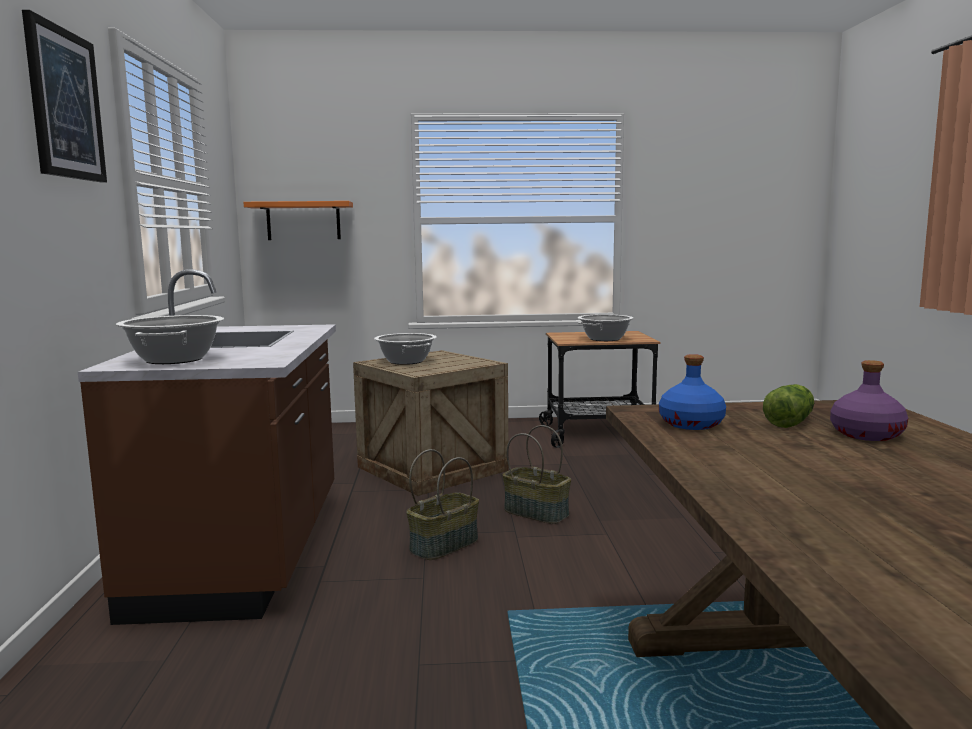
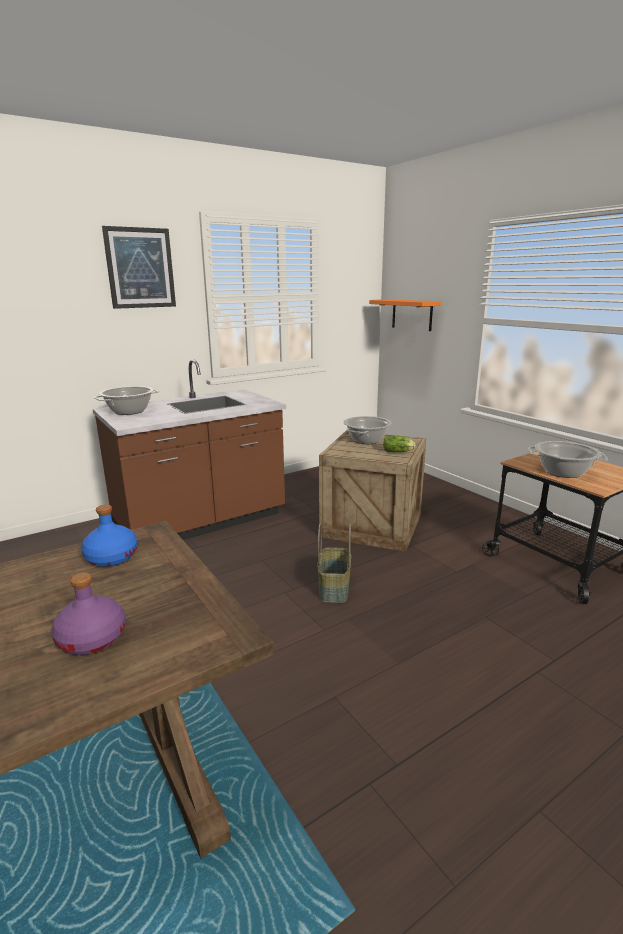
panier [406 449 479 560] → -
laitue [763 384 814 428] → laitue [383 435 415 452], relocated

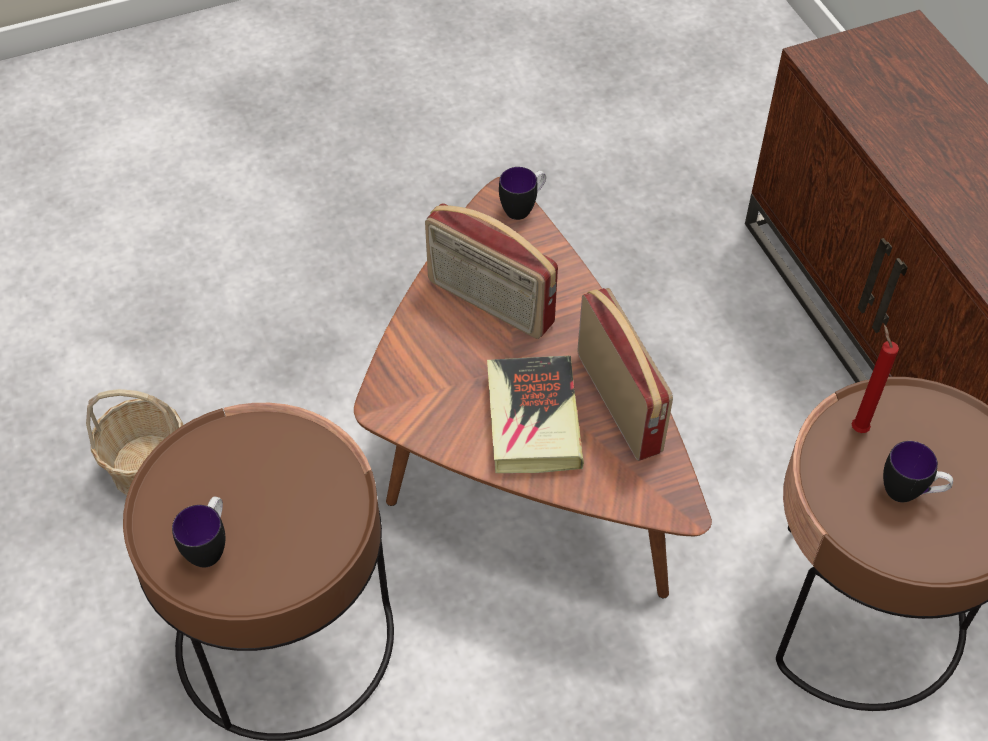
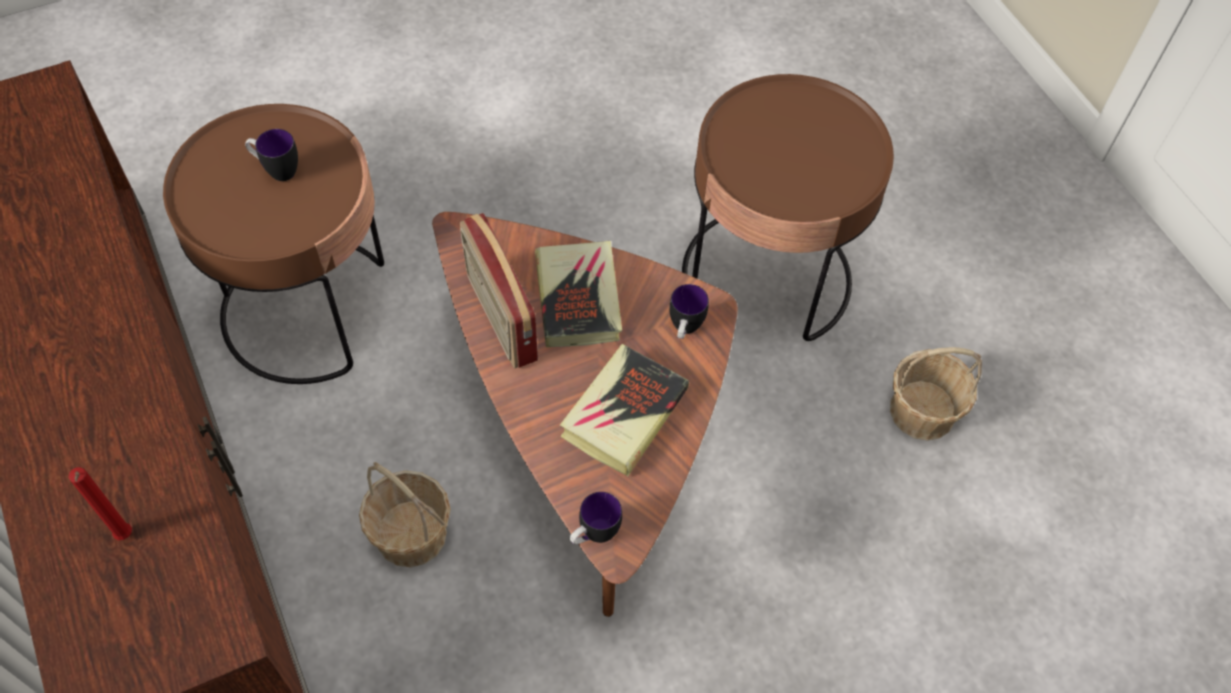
- → panier [359 462 451 567]
mug [172 497 225 568] → mug [669 284 709 339], relocated
bougie [rouge] [852 325 899 433] → bougie [rouge] [69 467 132 540], relocated
radio [425 203 558 339] → livre [560 344 689 477]

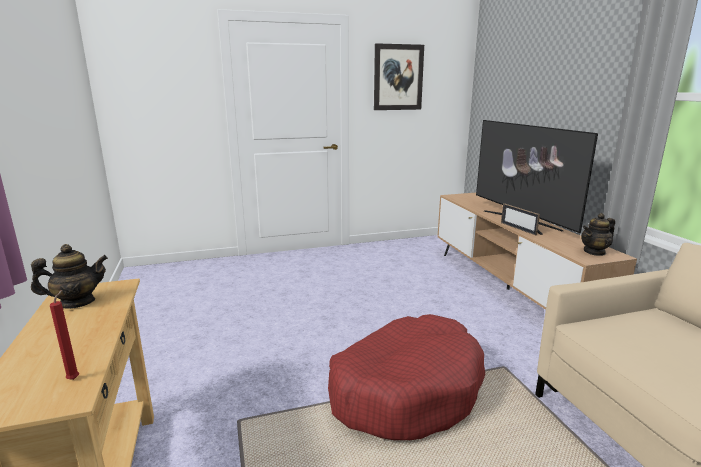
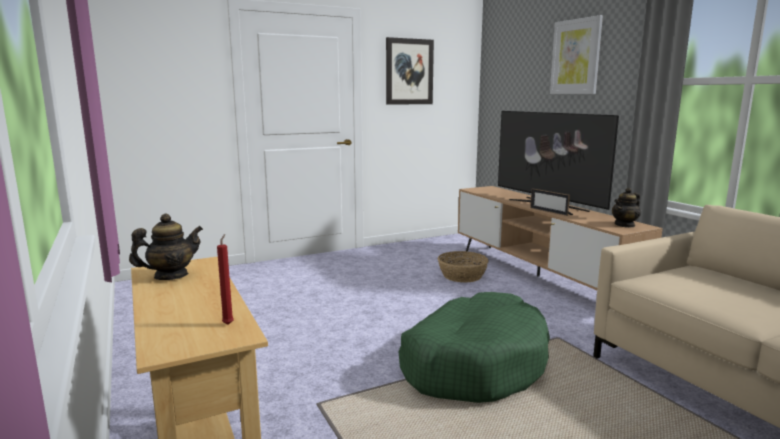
- → panier [438 251 489 282]
- → tableau [550 15 603 94]
panier pour chien [rouge] [328 314 485 440] → panier pour chien [vert] [398 292 550 403]

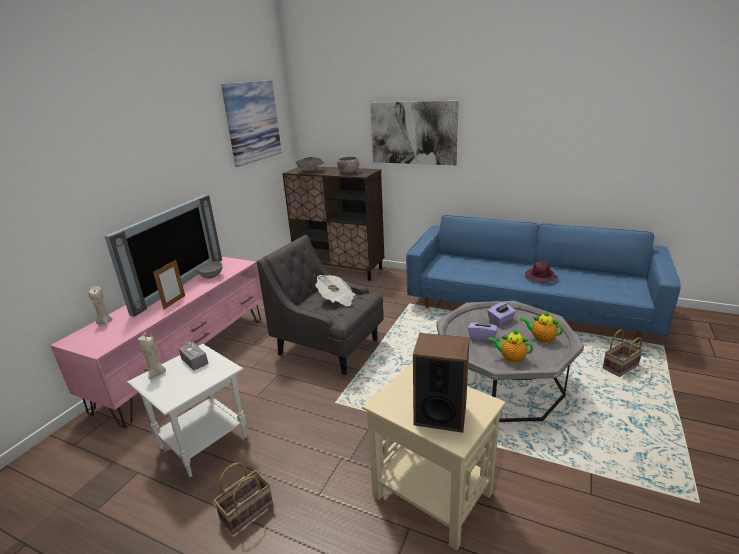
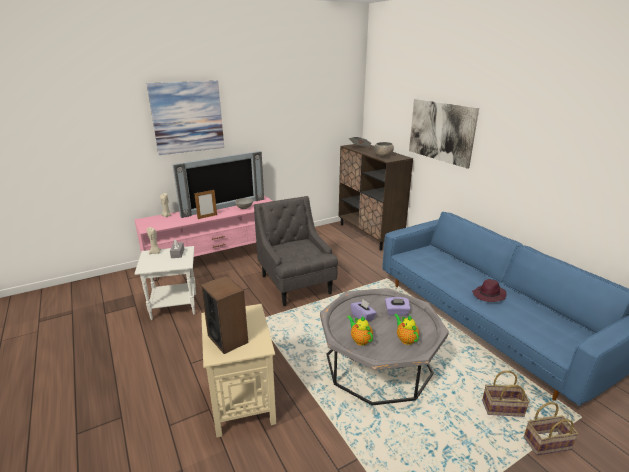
journal [315 275 355 306] → -
panier [214 463 273 535] → panier [524 402 578 455], relocated
tableau [221 80 282 167] → tableau [147 81 224 155], relocated

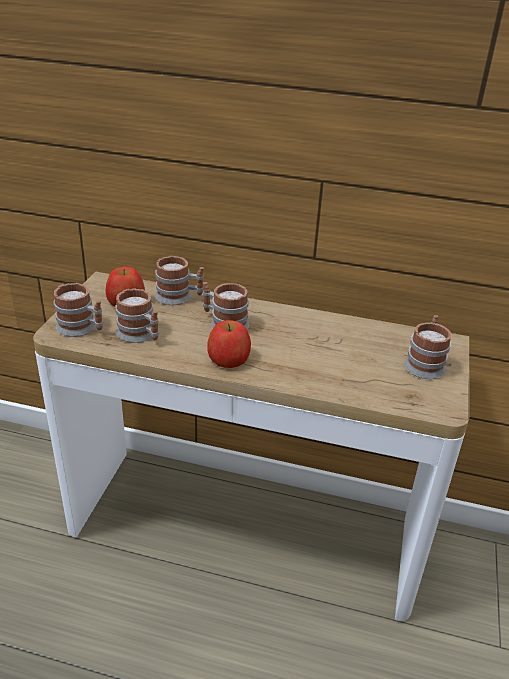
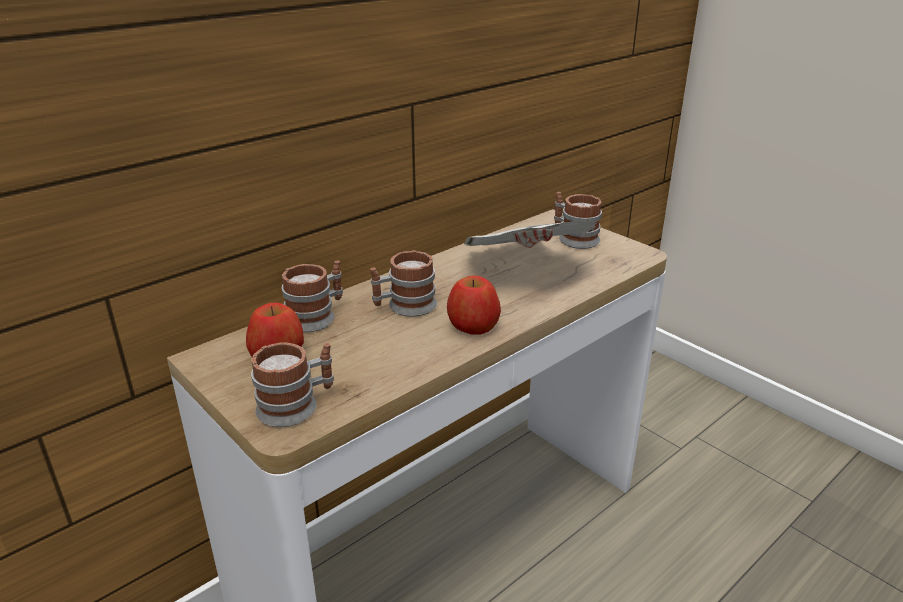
mug [115 289 159 343] → -
- → journal [464 221 597 248]

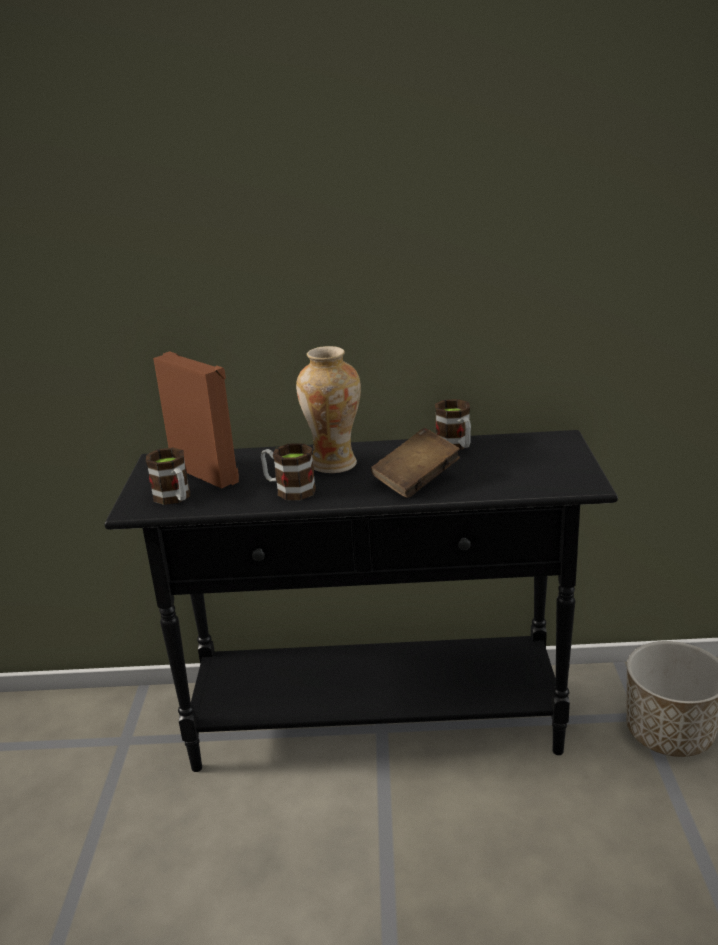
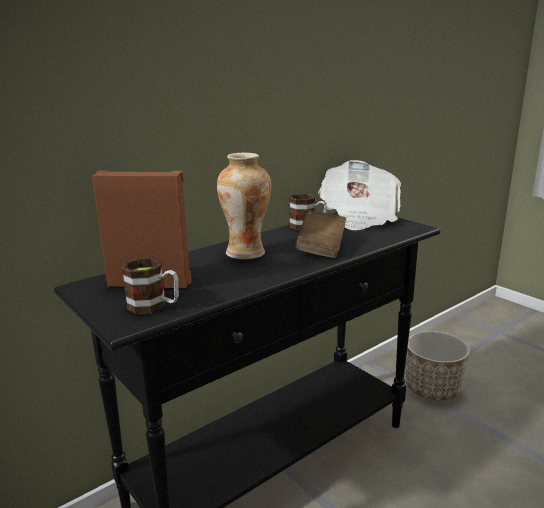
mug [261 443 316 500] → -
- → journal [318 160 401 230]

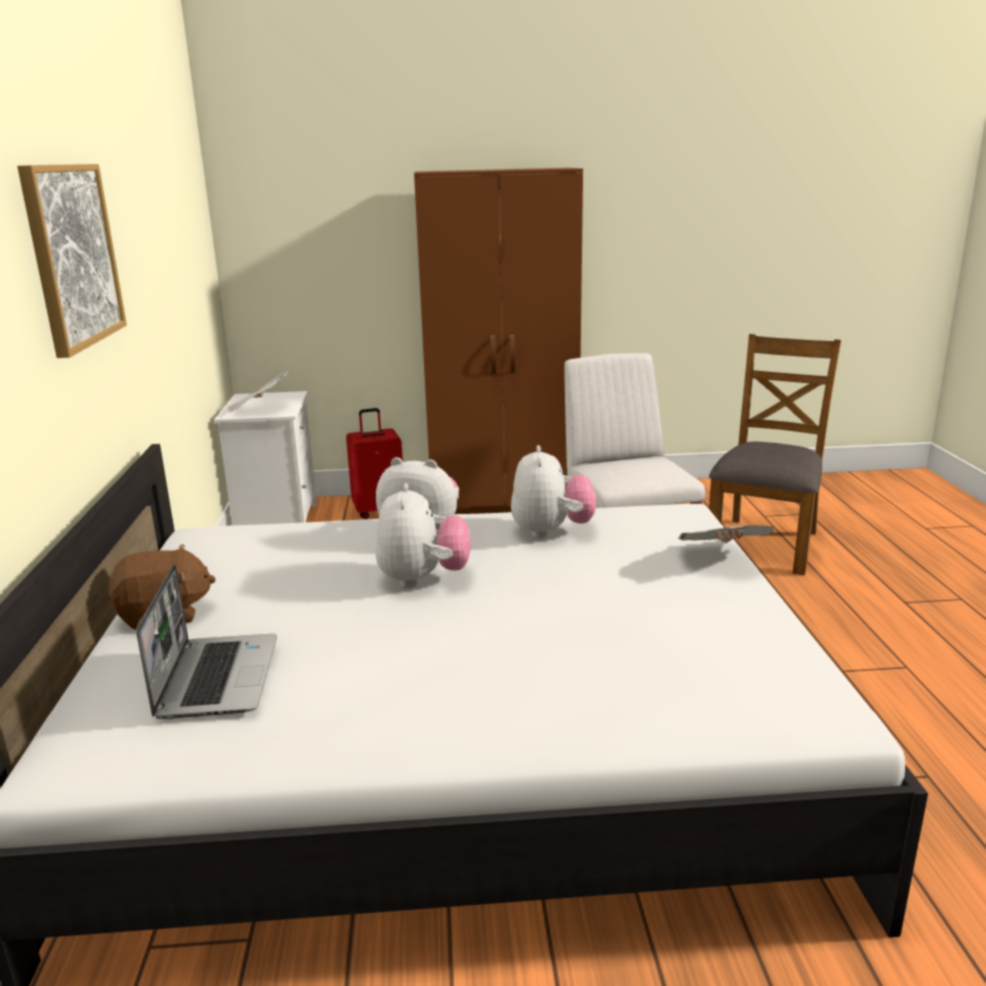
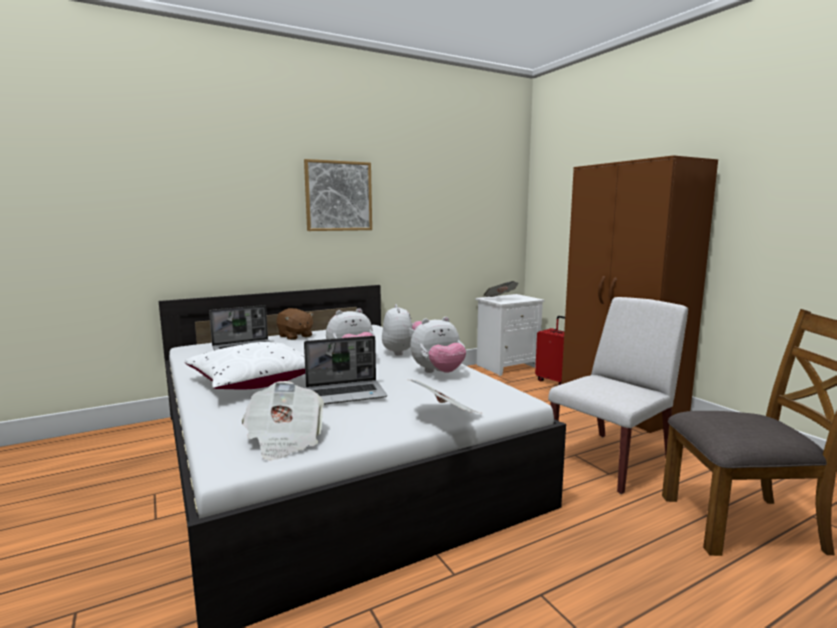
- → coussin [blanc] [185 342 305 389]
- → journal [241 381 324 461]
- → ordinateur portable [304 336 387 405]

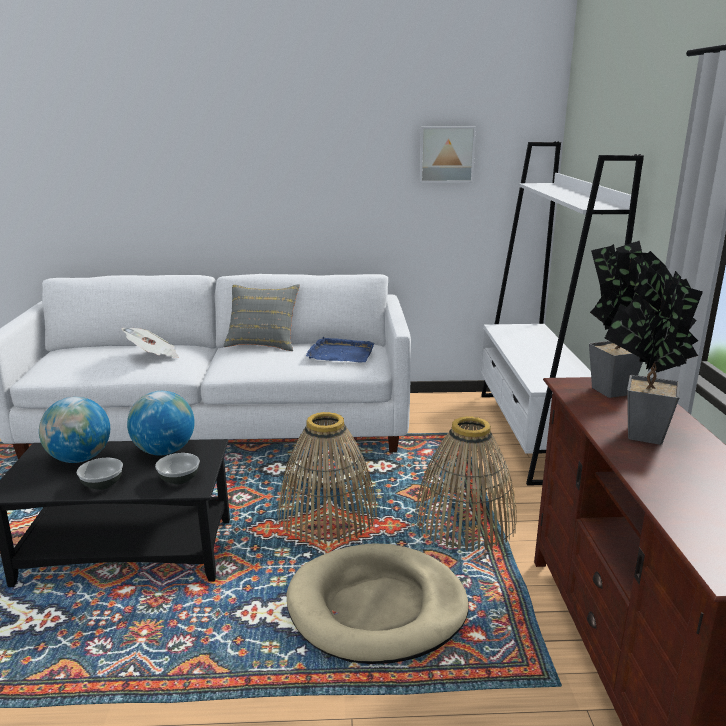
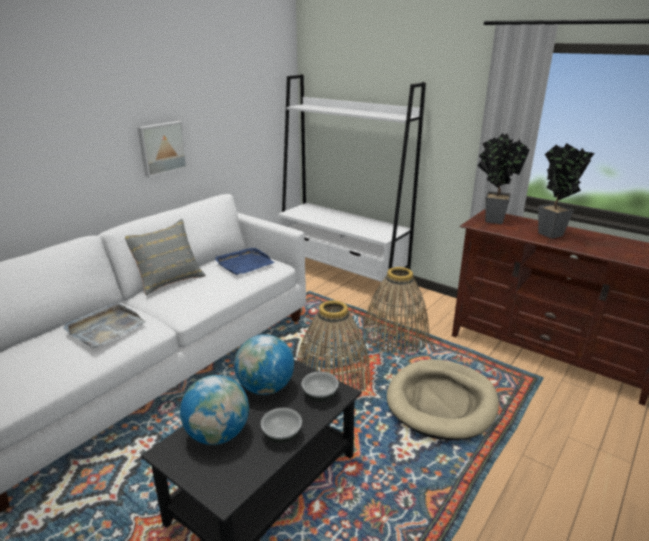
tableau [419 126 476 183] → tableau [137 121 188 177], relocated
journal [122 328 179 358] → plateau [gris] [64 304 146 348]

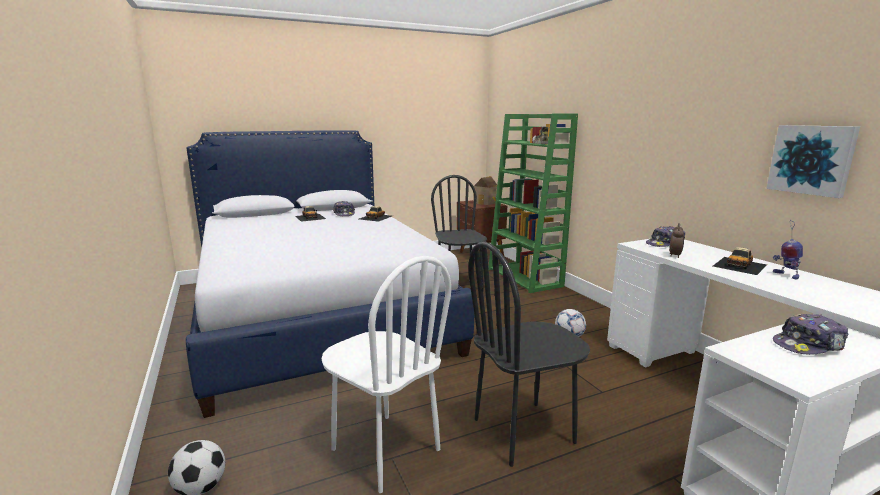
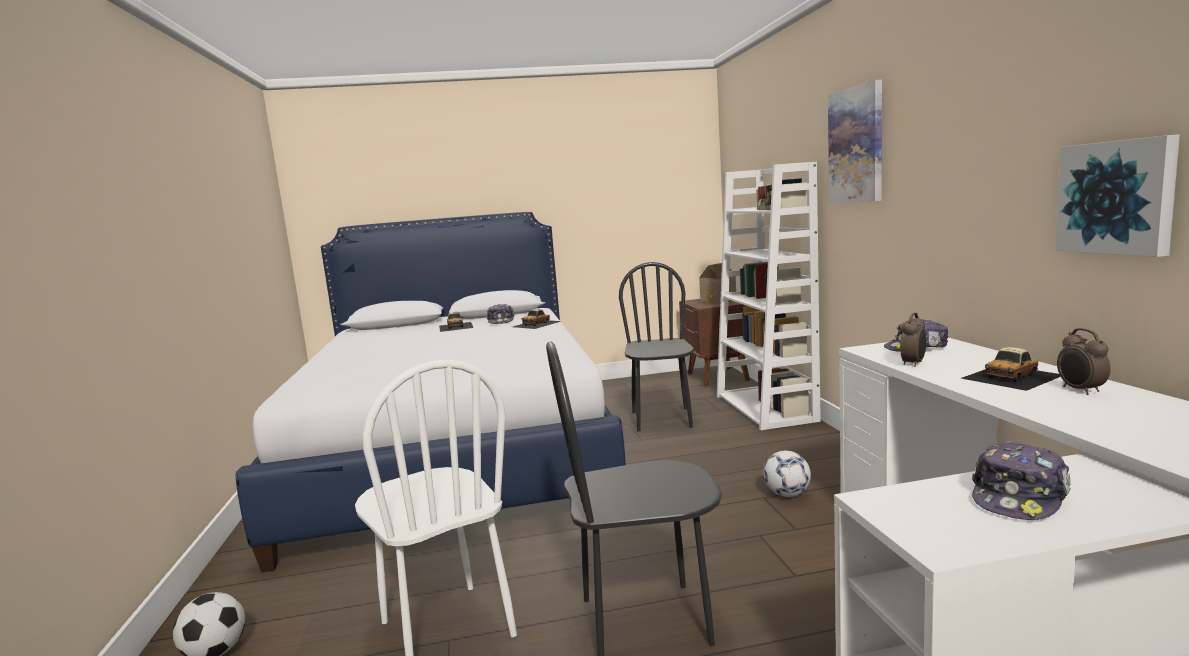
- → tableau [828 80 882 202]
robot jouet [773 220 803 279] → réveil [1057 328 1111 395]
bibliothèque [vert] [488 114 578 293] → bibliothèque [blanc] [717 162 821 430]
casquette [773 314 849 355] → casquette [972 441 1071 520], 45 degrees counterclockwise

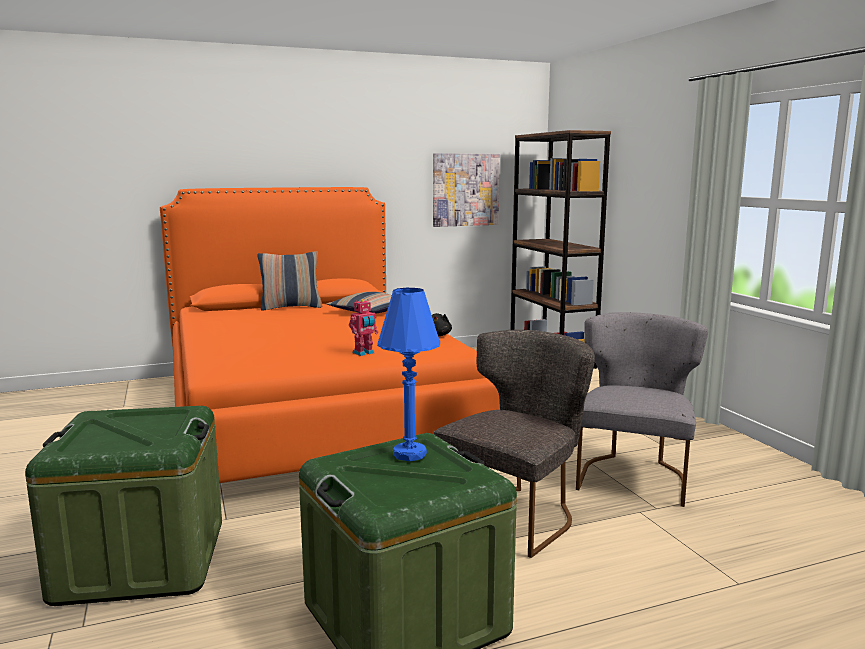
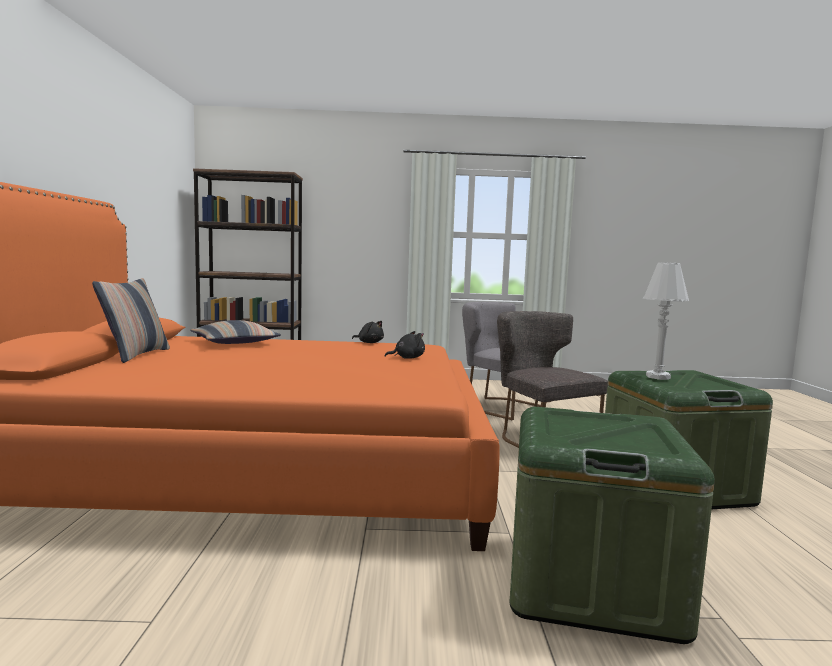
tableau [433 153 500 227] → -
robot jouet [349 299 378 356] → peluche [noir] [385 331 425 359]
lampe de table [bleu] [377 288 440 461] → lampe de table [blanc] [643 262 689 380]

